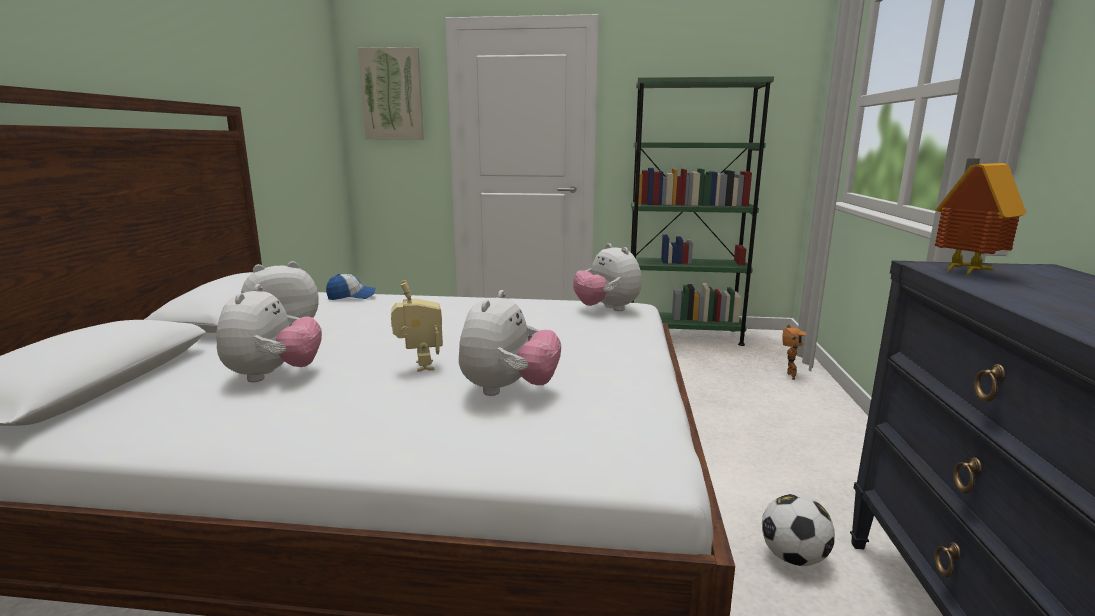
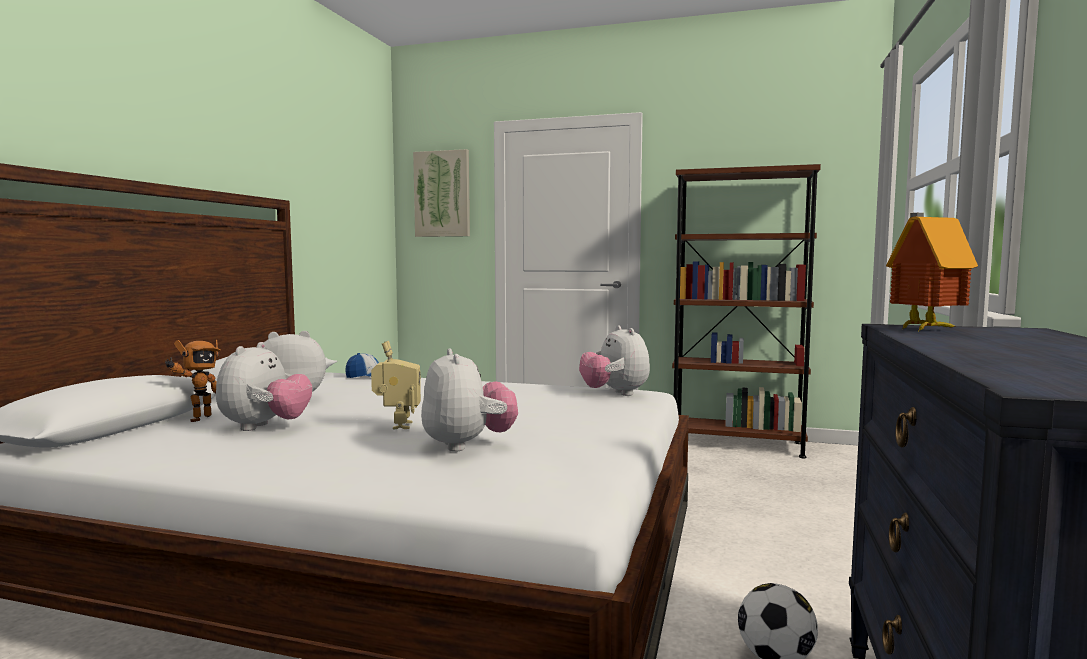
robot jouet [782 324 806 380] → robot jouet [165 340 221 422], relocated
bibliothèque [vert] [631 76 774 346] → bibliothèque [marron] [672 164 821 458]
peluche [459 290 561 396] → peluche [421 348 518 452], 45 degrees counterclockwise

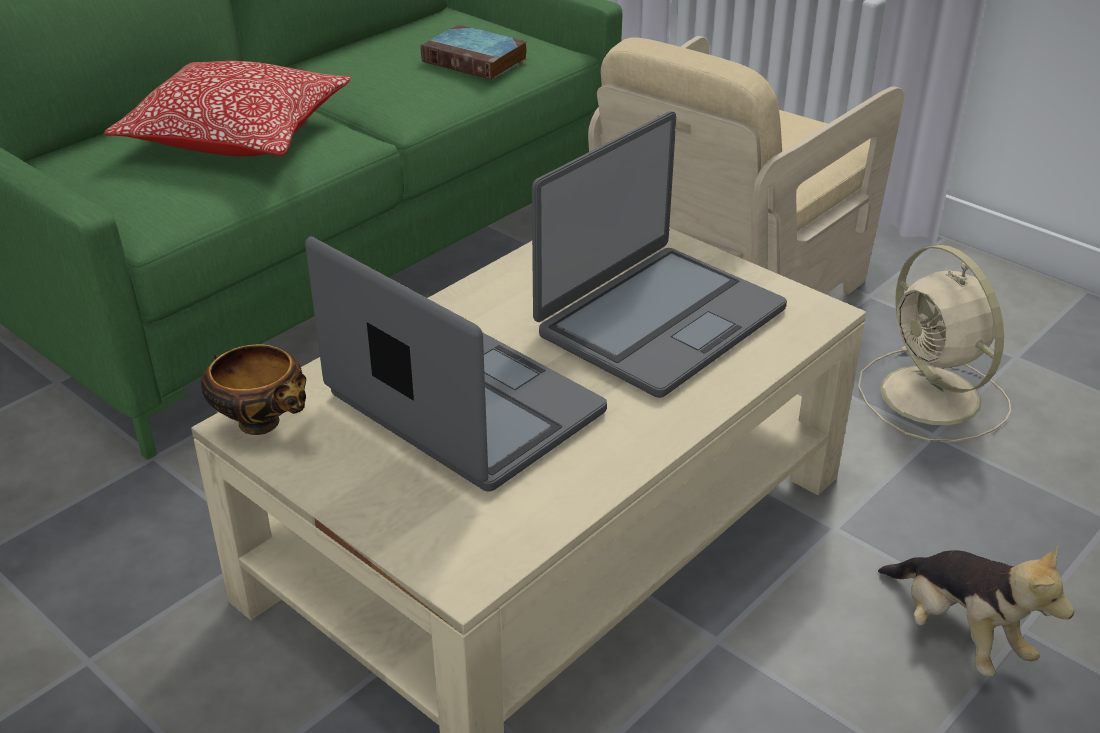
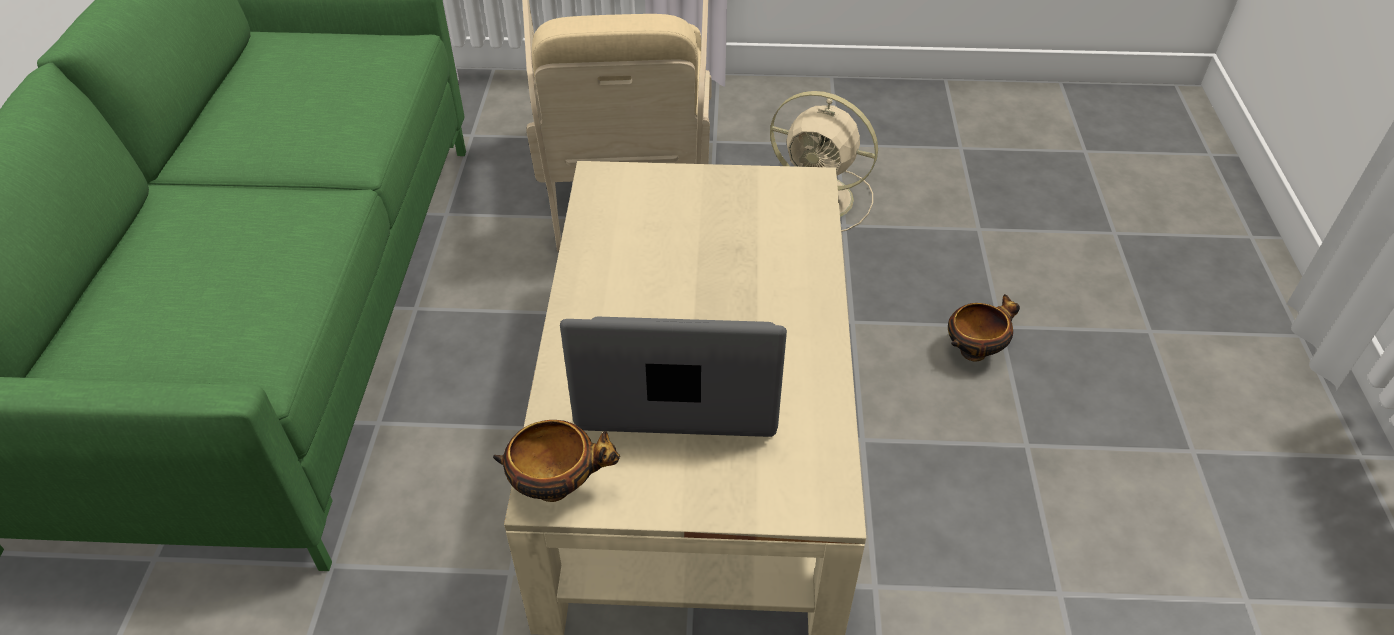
coussin [104 61 351 156] → -
livre [421 25 527 80] → -
ordinateur portable [532 111 787 398] → -
peluche [878 545 1074 677] → bol [948 294 1020 361]

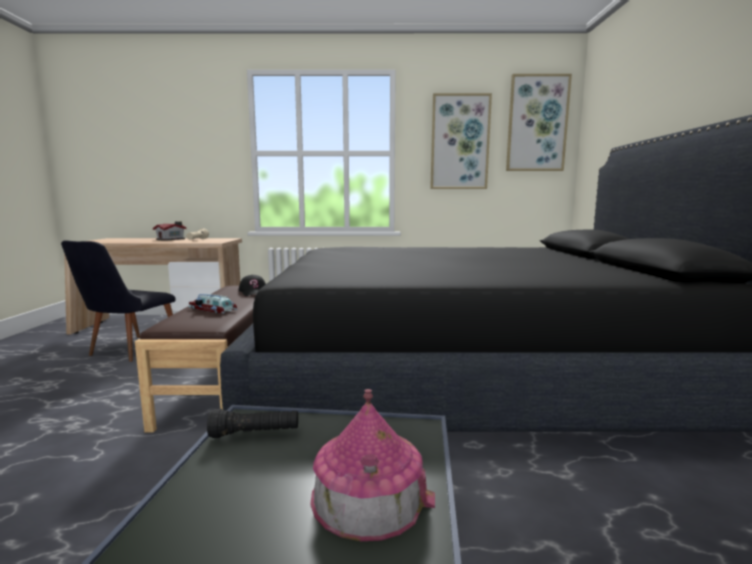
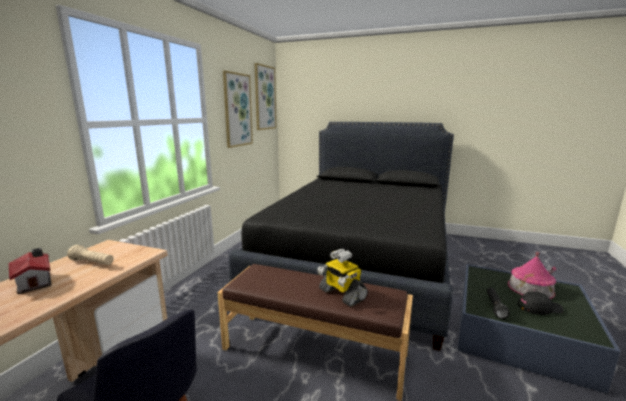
casquette [noir] [239 275 266 296] → casquette [noir] [517 291 563 315], relocated
petite voiture [189 294 237 314] → robot jouet [317 249 368 307]

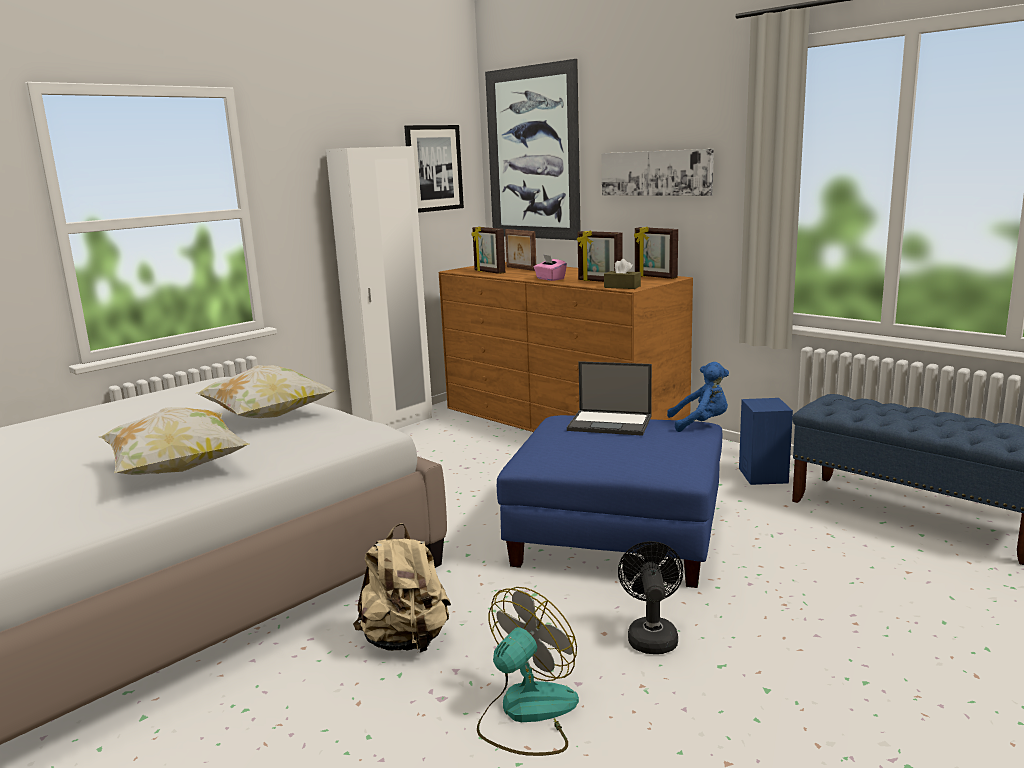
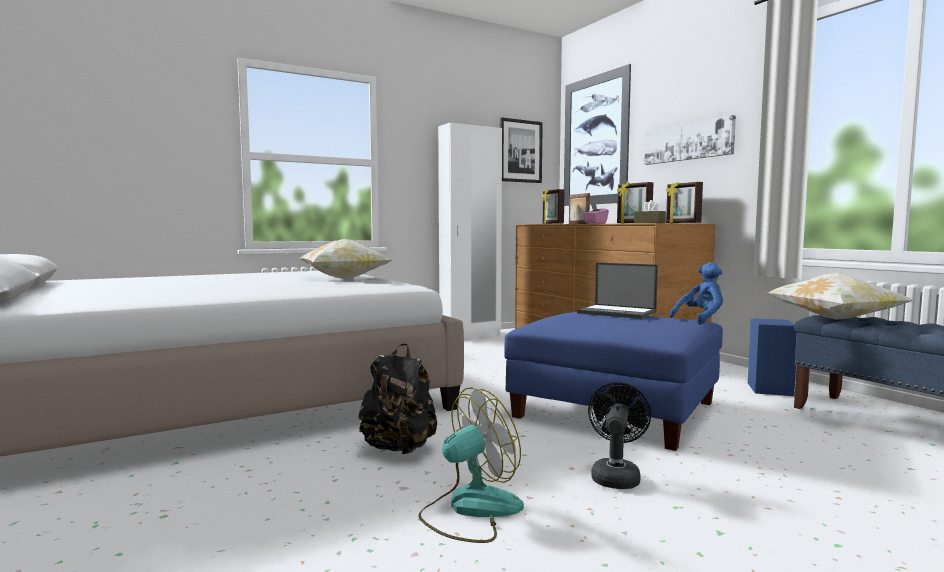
coussin [99 407 249 475] → coussin [767 273 913 320], relocated
sac à dos [beige] [353 523 451 653] → sac à dos [noir] [358 343 437 454]
peluche [bleu] [667 362 729 432] → peluche [bleu] [669 262 723 325], 45 degrees counterclockwise

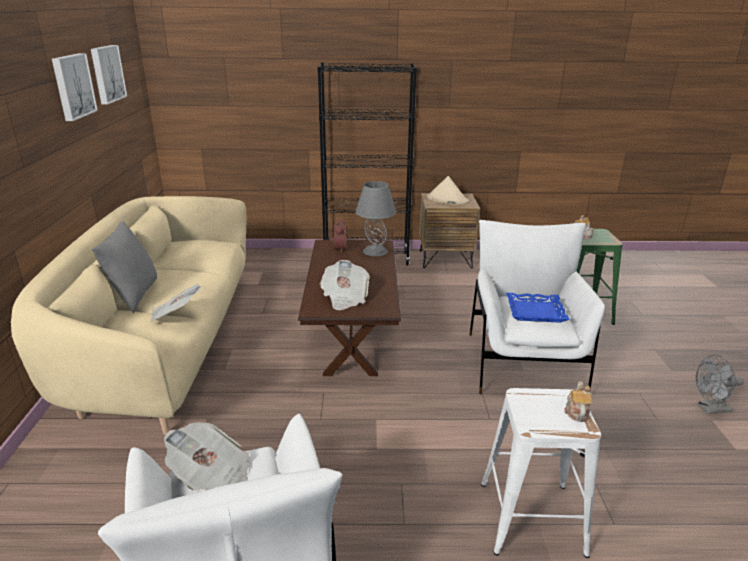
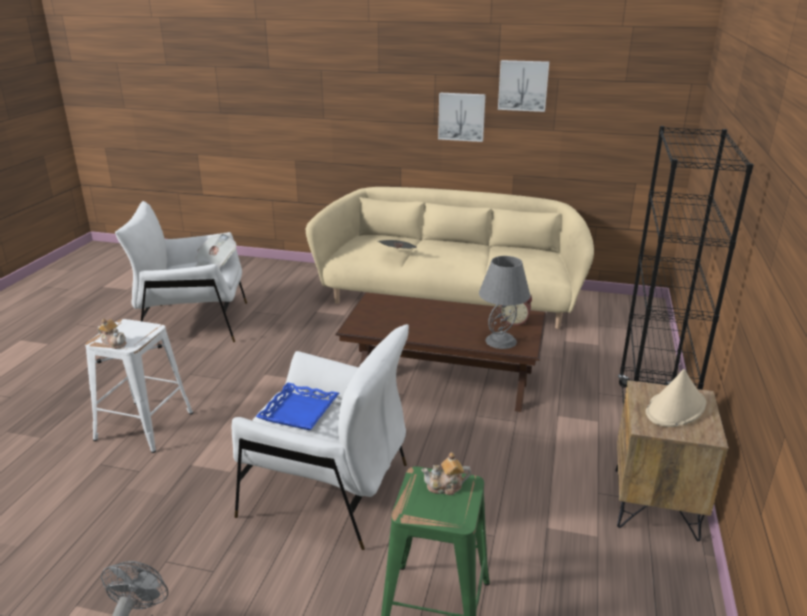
coussin [gris] [92 221 157 313] → -
journal [320 260 370 310] → -
tableau [91 45 127 104] → tableau [438 93 486 142], relocated

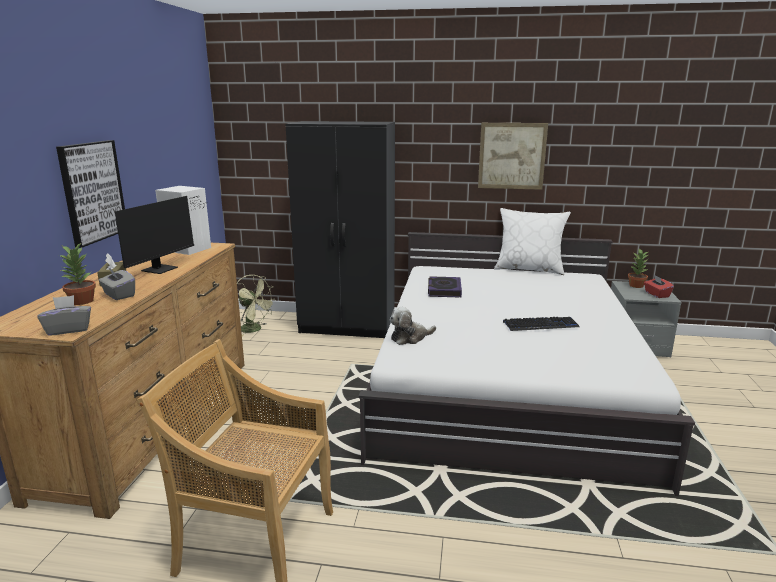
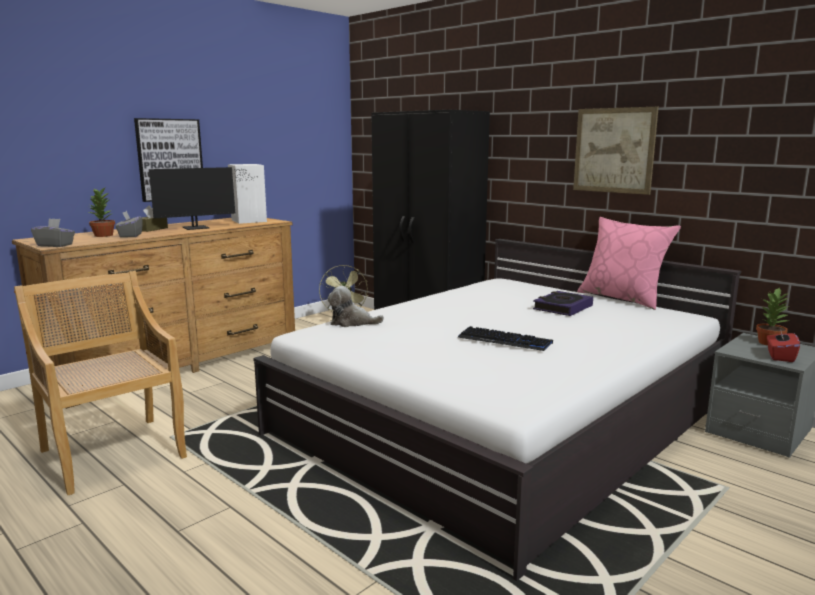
livre [428 276 462 298] → livre [533 291 593 316], relocated
coussin [blanc] [494 208 571 275] → coussin [rose] [577 217 681 310]

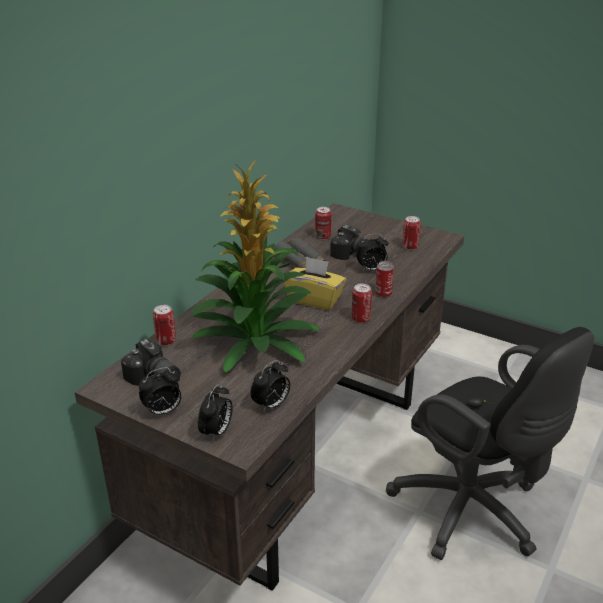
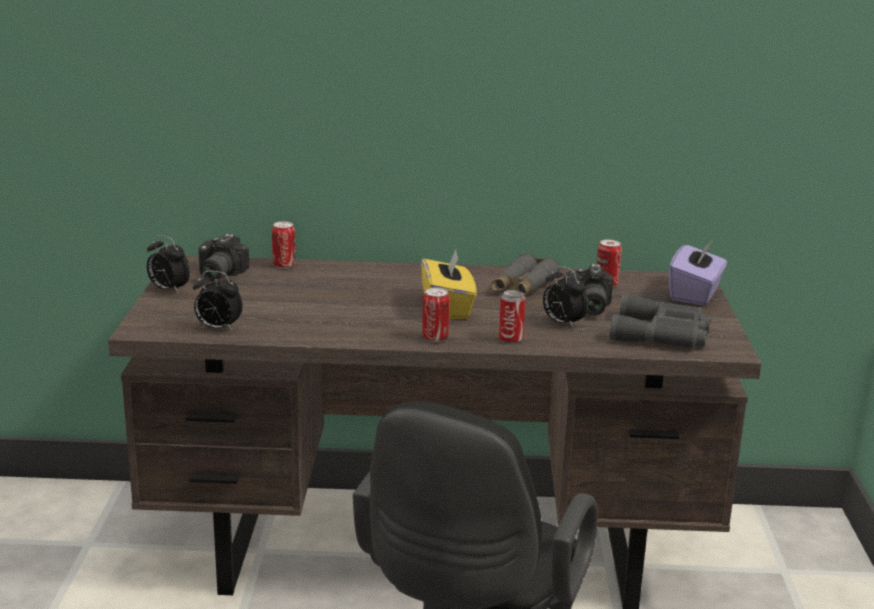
plante en pot [191 160 320 373] → -
réveil [198 384 232 441] → -
- → boîte à mouchoirs [violet] [669 239 727 306]
boîte métallique [402 216 421 250] → jumelles [gris] [610 294 711 348]

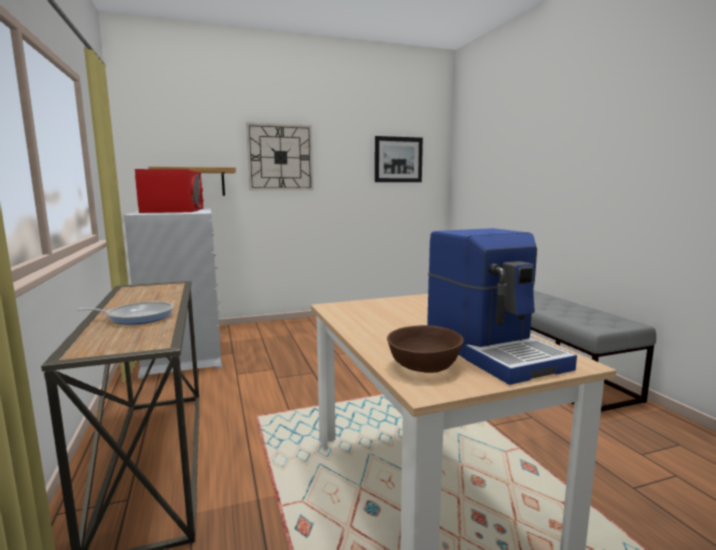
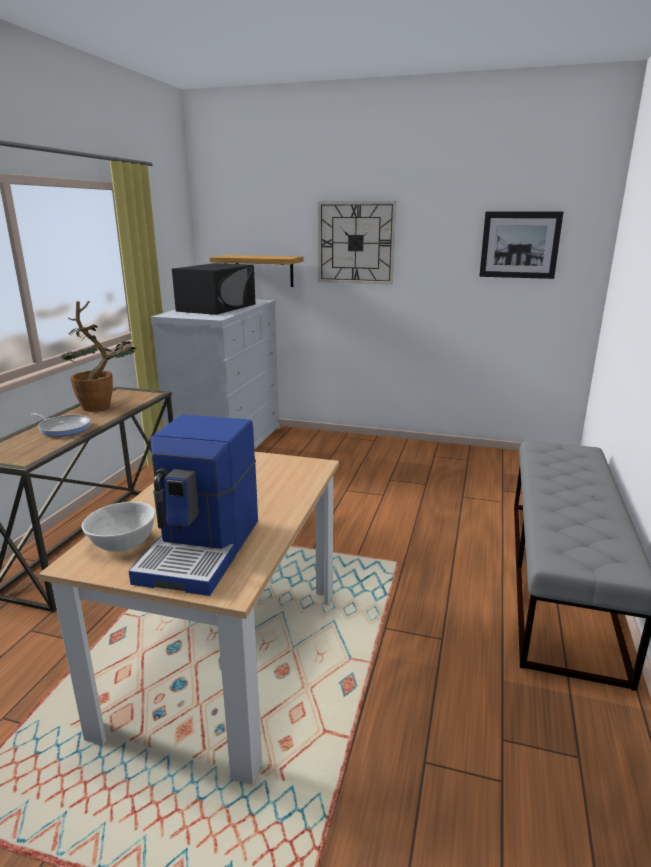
- → plante en pot [60 301 136 412]
micro-ondes [rouge] [135 169 203 213] → micro-ondes [noir] [172 263 255 315]
bol [marron] [387 325 464 373] → bol [blanc] [82 502 155 552]

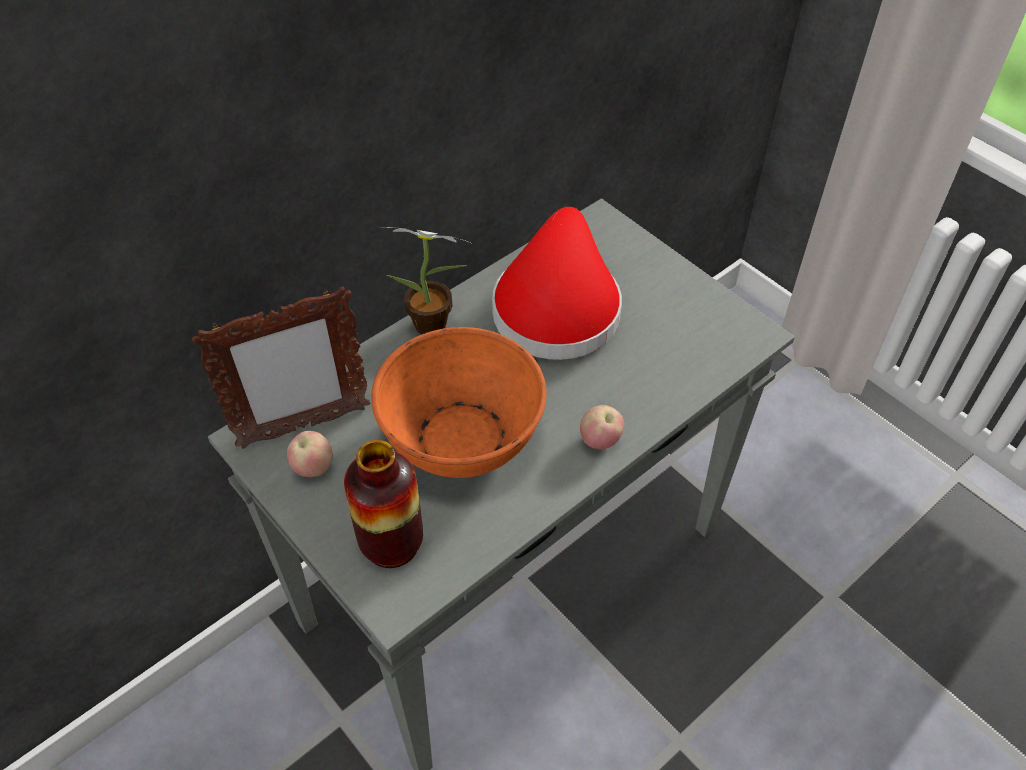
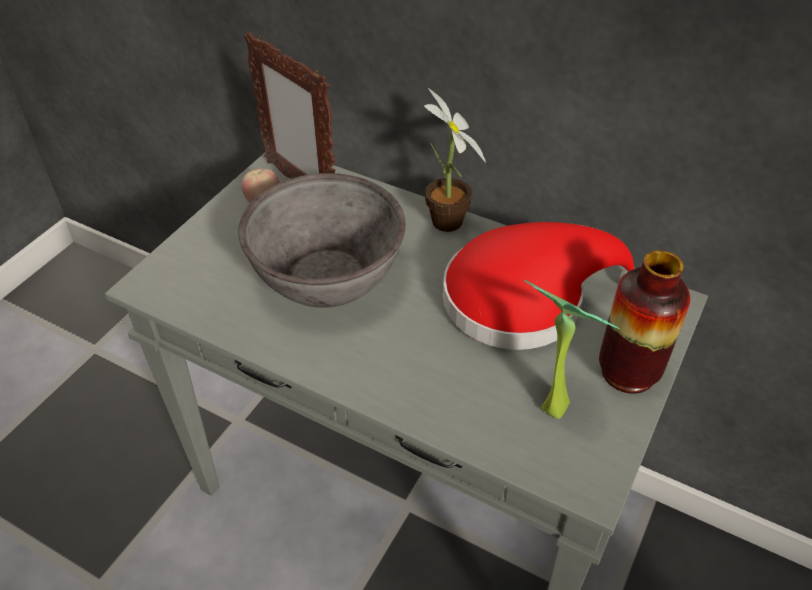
pomme [580 405 624 449] → -
- → plante en pot [524 280 620 419]
vase [344 440 423 568] → vase [599 250 690 394], relocated
bol [orange] [371 327 547 478] → bol [gris] [238 173 405 308]

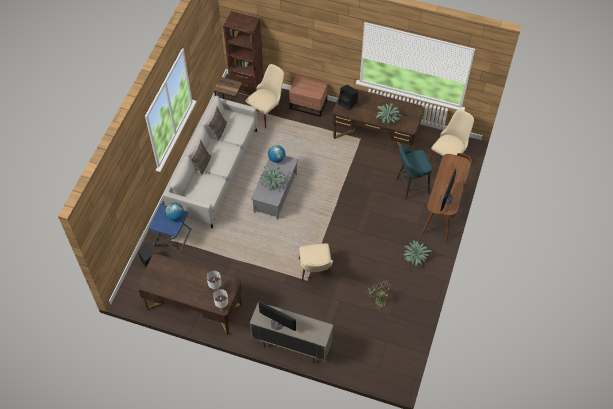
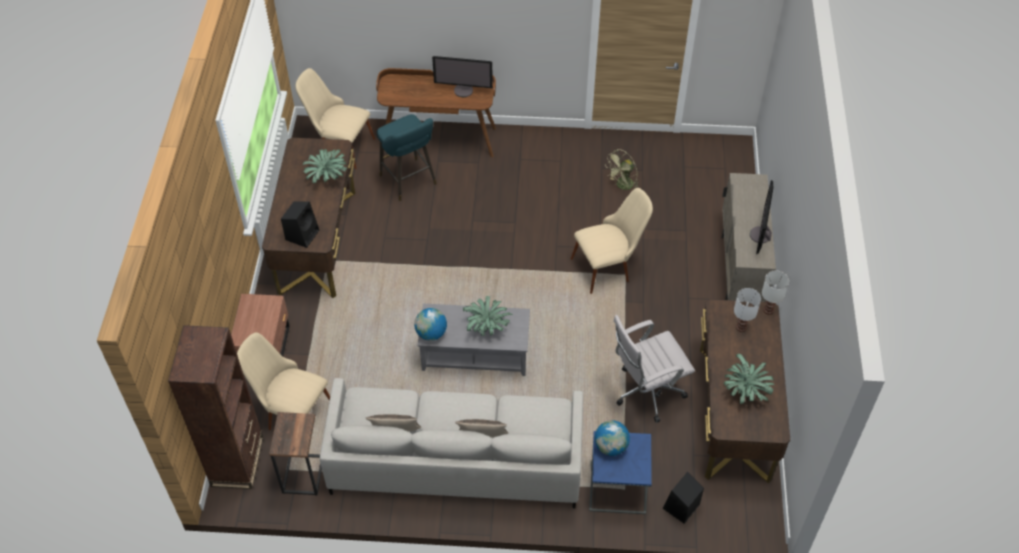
- → chaise de bureau [blanc] [614 315 695 423]
plante en pot [403 240 432 266] → plante en pot [724 354 774 404], relocated

